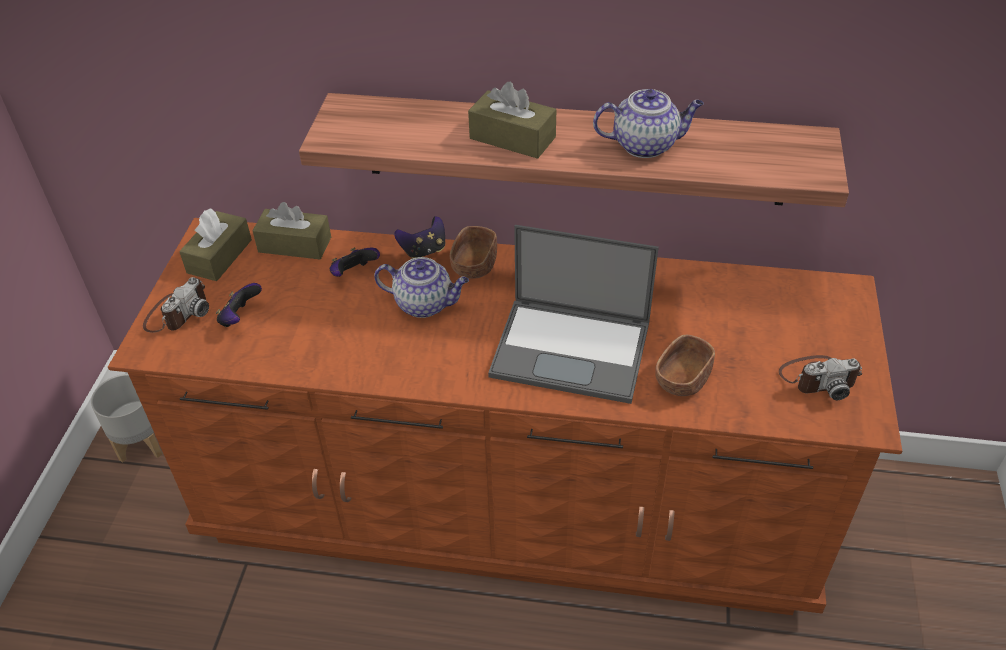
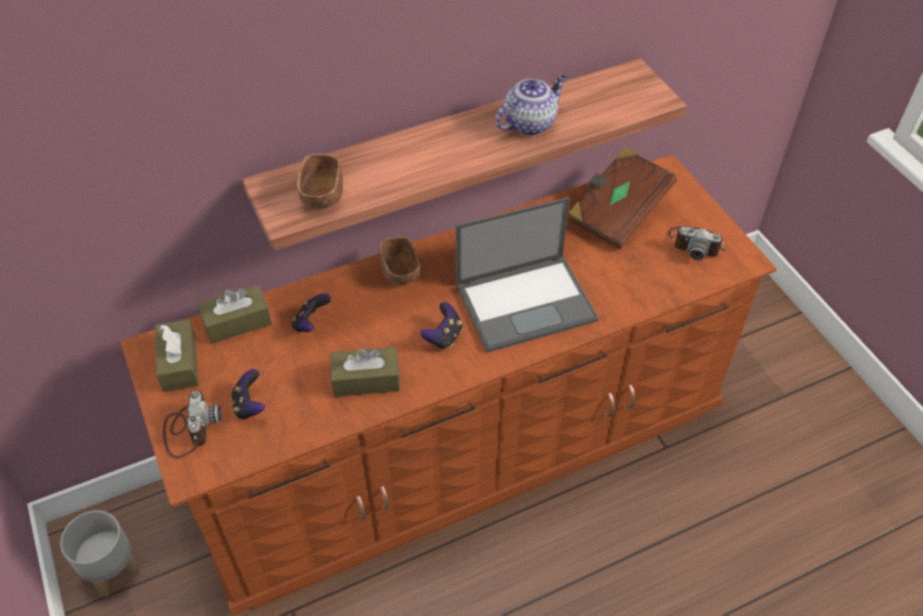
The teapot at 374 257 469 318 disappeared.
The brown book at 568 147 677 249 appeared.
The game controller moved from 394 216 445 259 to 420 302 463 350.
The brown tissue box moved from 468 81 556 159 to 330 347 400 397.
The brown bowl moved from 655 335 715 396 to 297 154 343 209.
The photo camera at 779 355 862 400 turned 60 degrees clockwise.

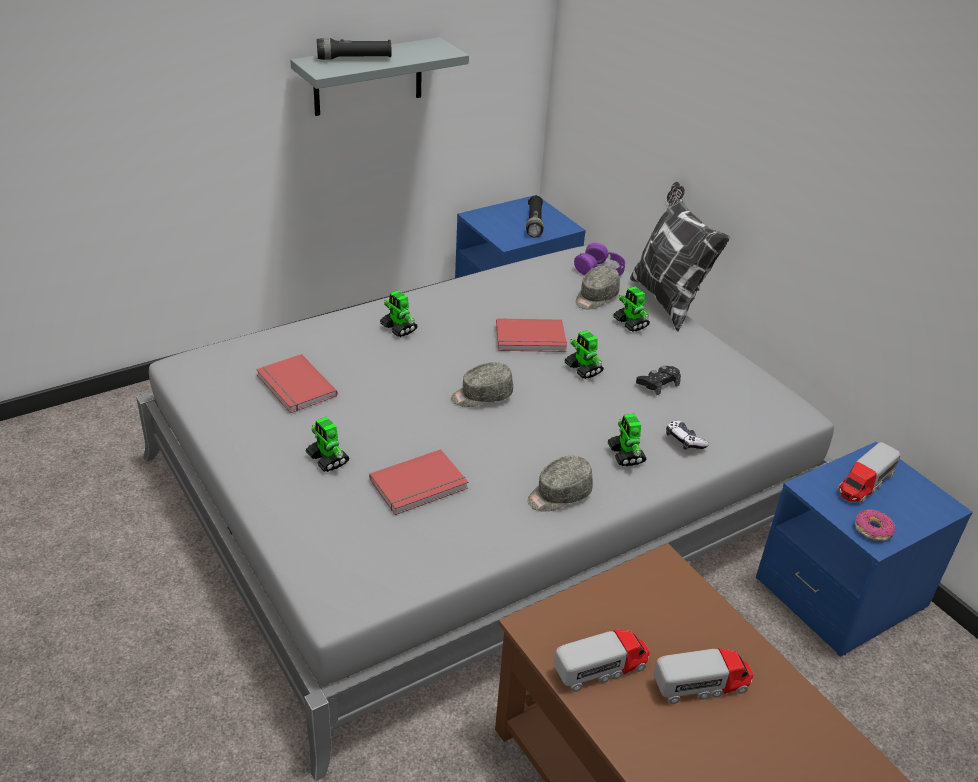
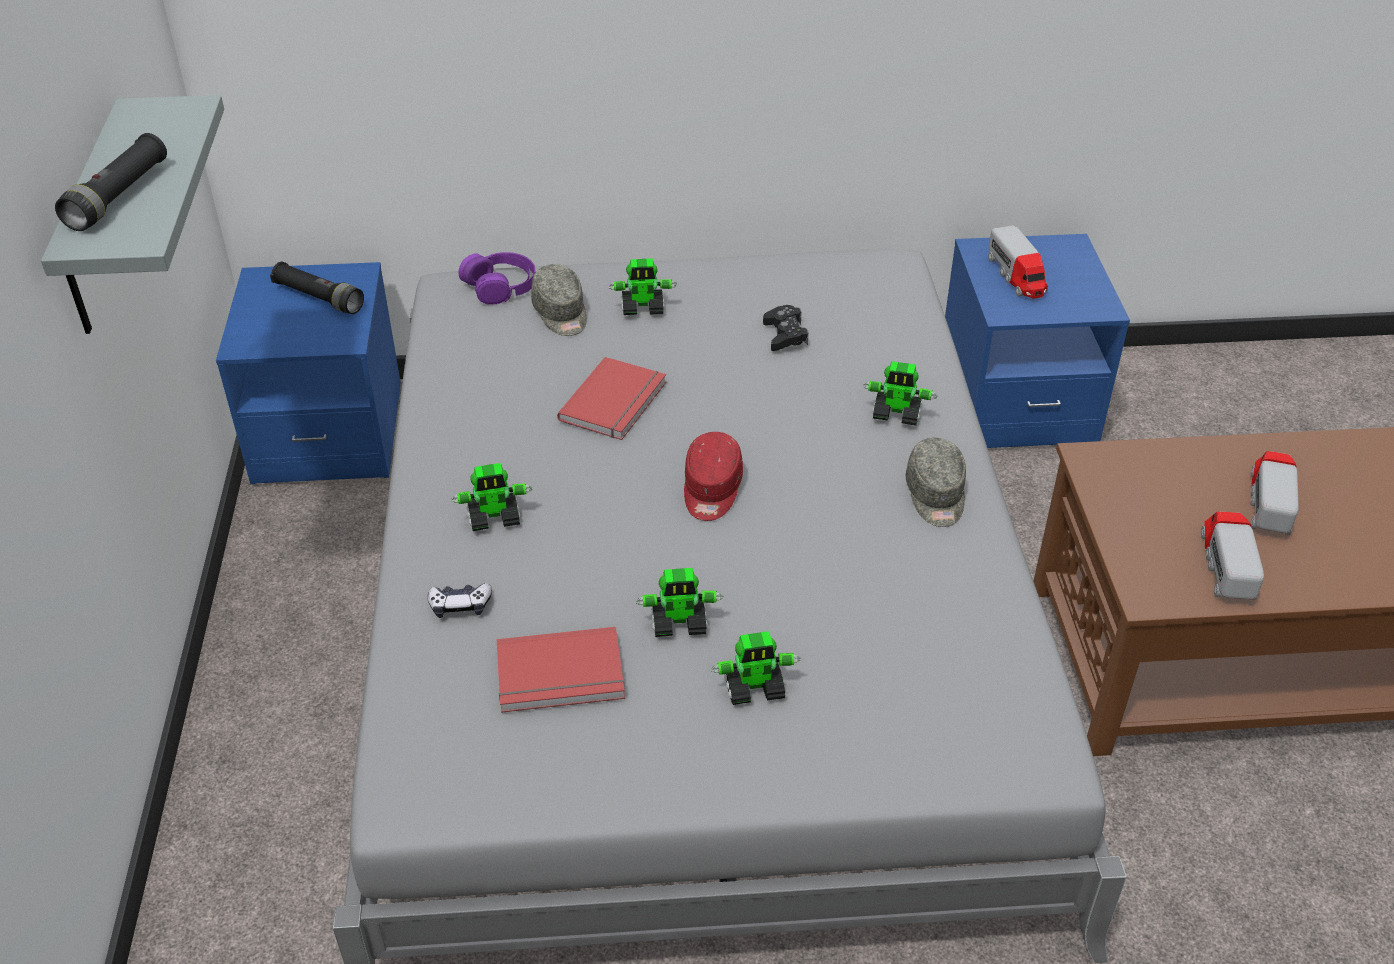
The red book at 369 449 468 515 disappeared.
The pillow at 630 182 730 332 disappeared.
The donut at 855 509 895 541 disappeared.
The toy robot moved from 565 330 604 379 to 636 568 723 637.
The game controller moved from 666 421 709 450 to 428 583 492 618.
The grey cap at 451 362 513 407 became the red cap at 684 432 743 521.

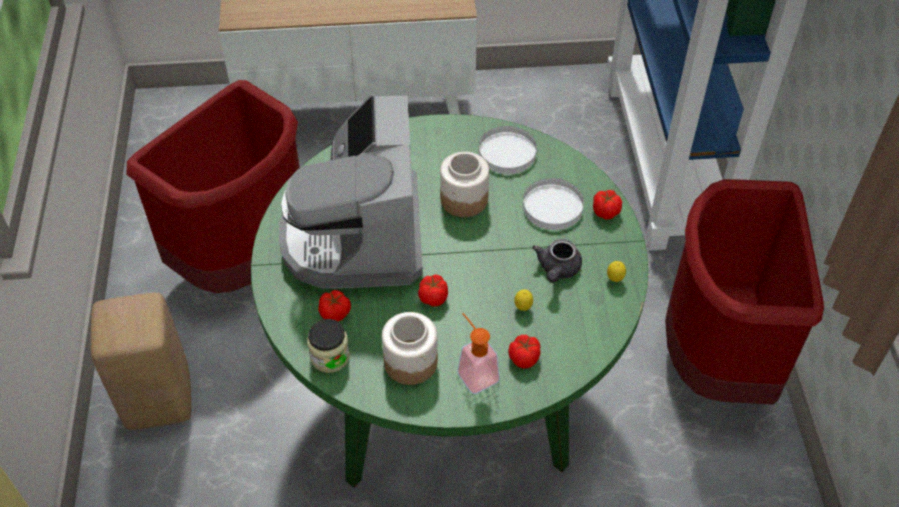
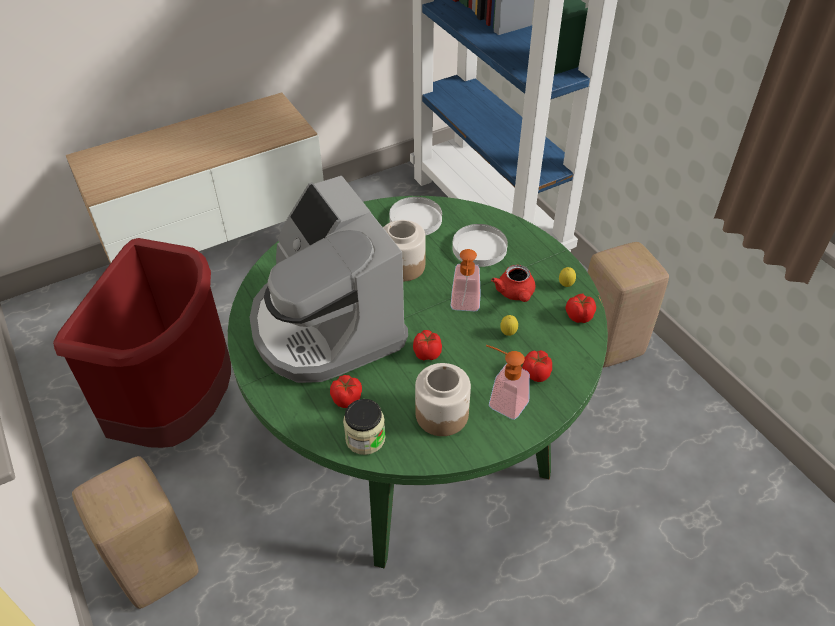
The soap dispenser at 451 249 481 311 appeared.
The tomato moved from 593 190 622 219 to 566 294 596 323.
The red trash can at 665 179 824 405 was replaced by the beige stool at 588 242 669 368.
The grey teapot at 532 239 582 282 became the red teapot at 491 265 535 302.

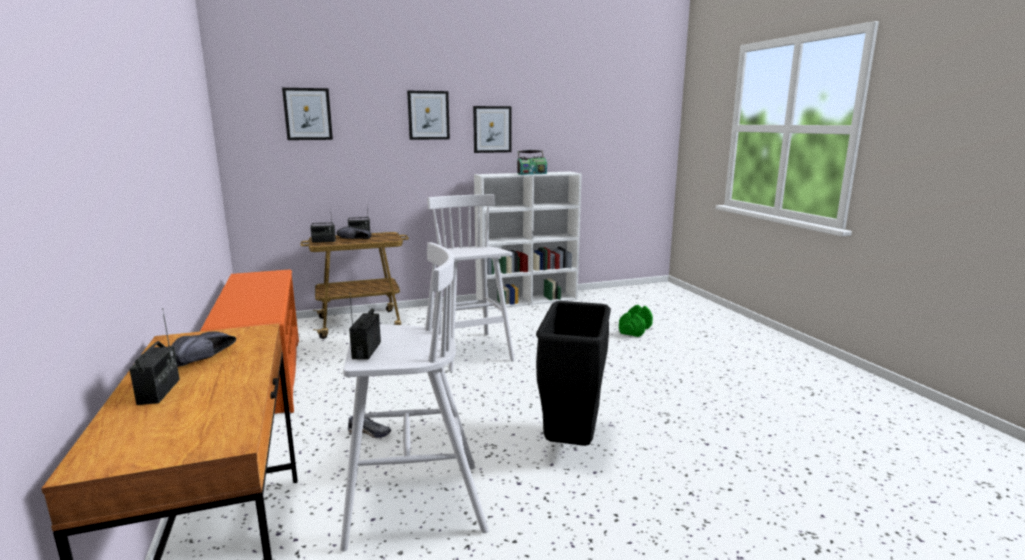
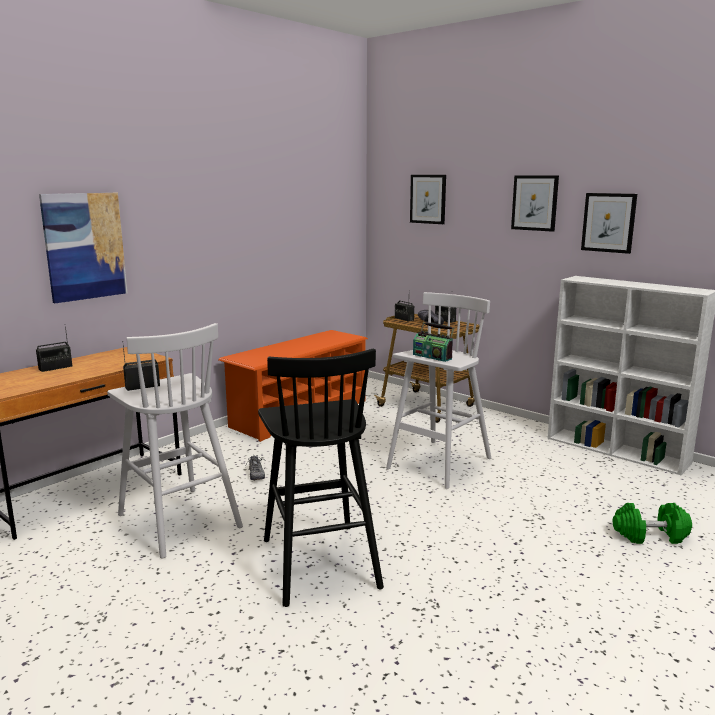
The black shoe at 171 332 236 367 disappeared.
The picture at 39 193 127 303 appeared.
The radio moved from 517 150 547 175 to 413 322 454 362.
The black trash can at 536 301 611 446 was replaced by the black stool at 258 349 384 607.

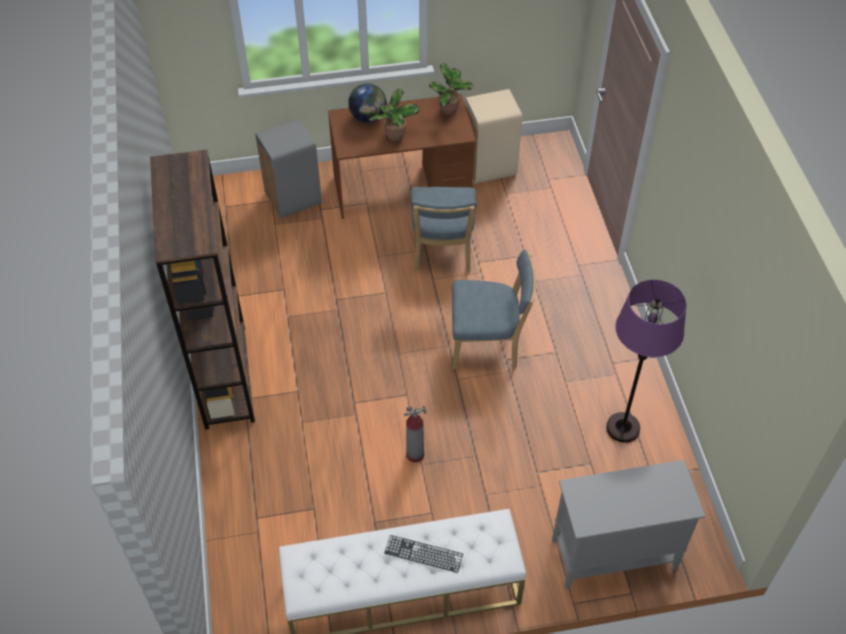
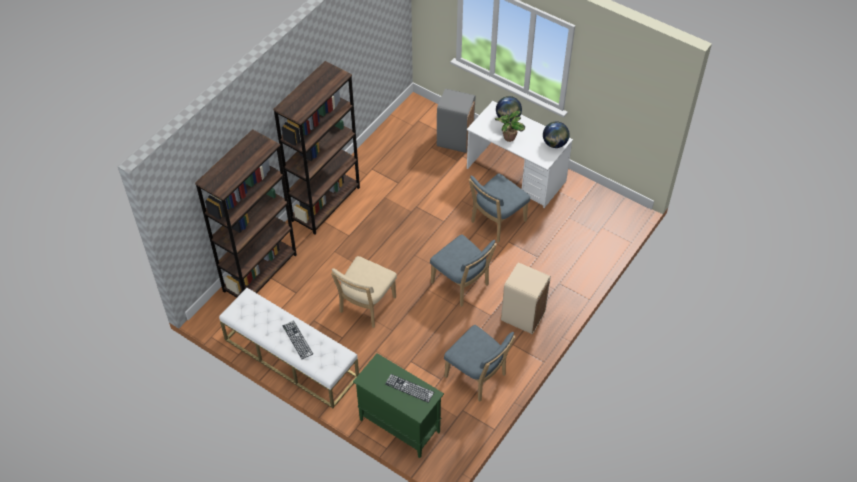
The brown bookcase at 195 129 297 298 appeared.
The keyboard at 385 374 434 403 appeared.
The beige trash can moved from 465 89 522 184 to 501 262 551 334.
The fire extinguisher at 404 406 426 462 was replaced by the beige chair at 331 256 397 328.
The potted plant at 429 63 473 115 was replaced by the globe at 543 121 570 148.
The purple floor lamp at 606 280 686 443 was replaced by the blue chair at 444 325 516 402.
The brown desk at 328 94 476 219 became the white desk at 467 101 573 208.
The grey cabinet at 552 460 706 589 became the green cabinet at 353 353 444 458.

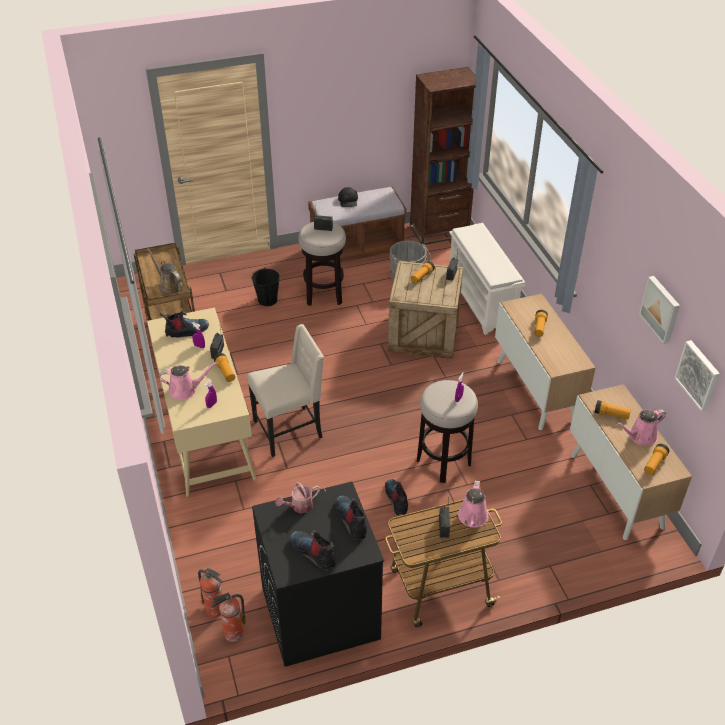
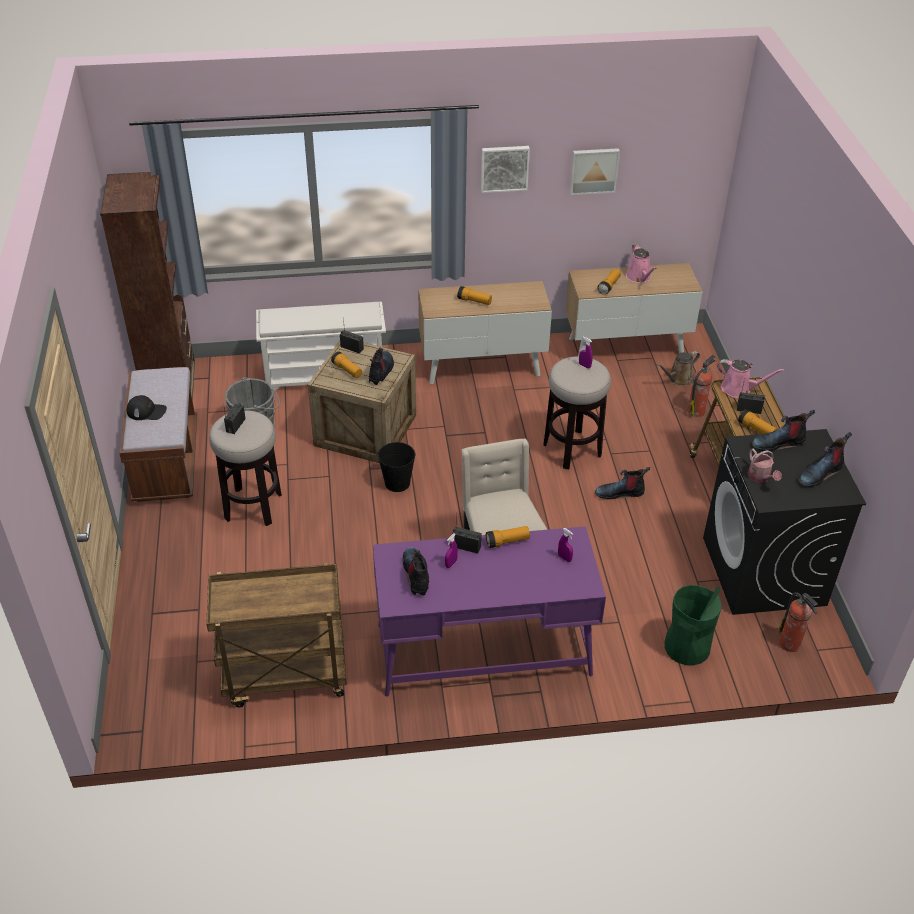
The pink watering can at 159 362 218 400 disappeared.
The boot at 369 348 394 385 appeared.
The green trash can at 664 585 721 665 appeared.
The brown watering can moved from 147 248 183 295 to 657 351 700 386.
The fire extinguisher moved from 198 568 223 618 to 688 355 716 417.
The black bucket moved from 251 267 280 306 to 377 442 416 492.
The flashlight moved from 644 444 669 475 to 738 409 777 434.
The picture moved from 675 340 720 412 to 481 146 530 193.
The beige desk at 147 308 256 497 became the purple desk at 373 526 606 696.

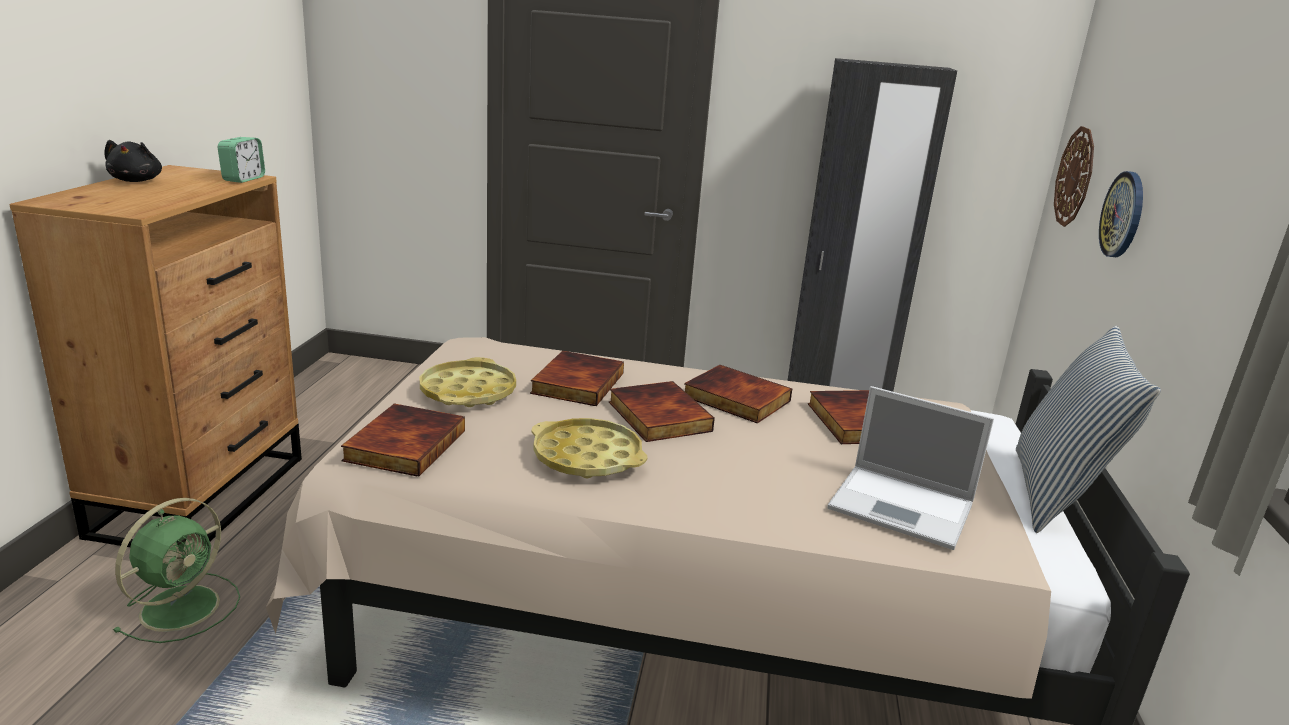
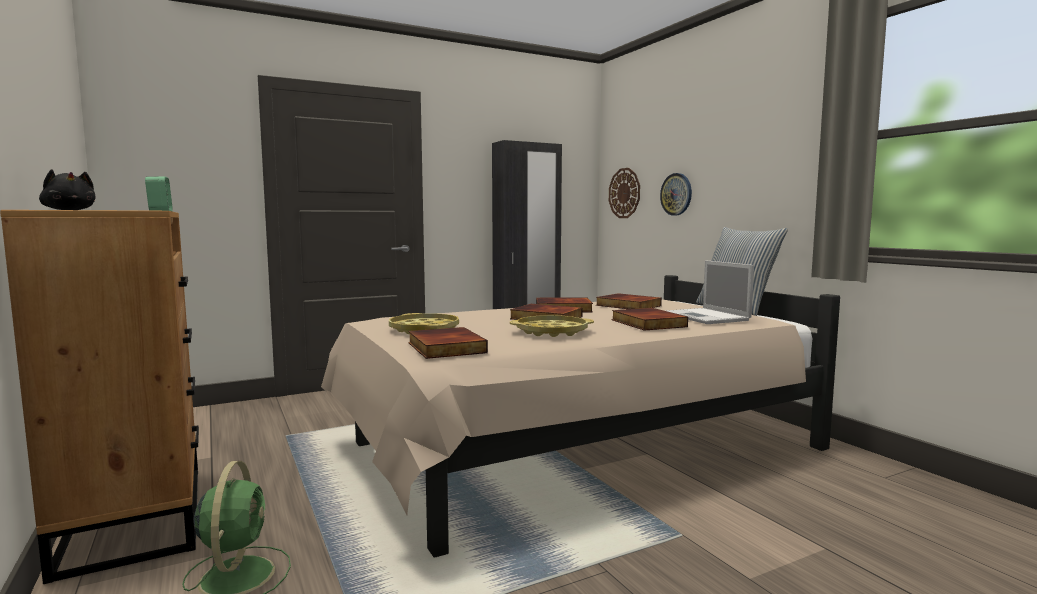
The book moved from 530 351 624 406 to 612 308 688 331.
The laptop at 827 386 994 550 turned 75 degrees clockwise.

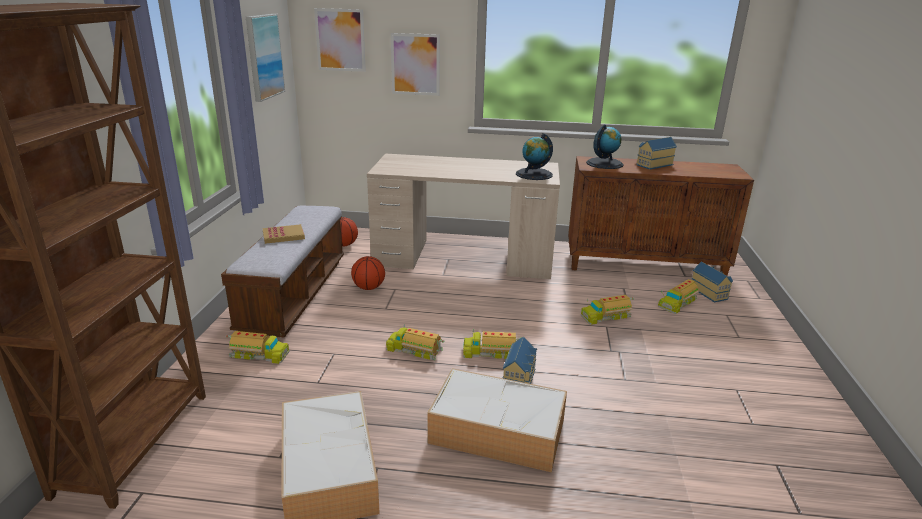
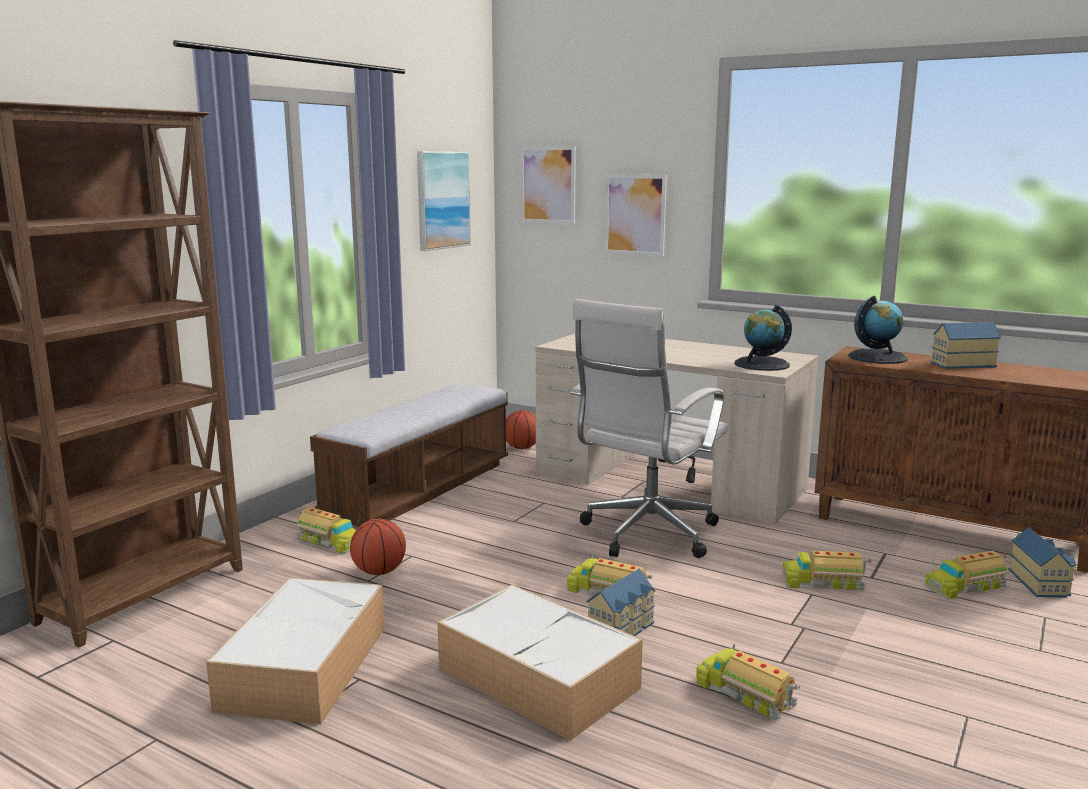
The book at 262 224 305 244 disappeared.
The white office chair at 571 299 728 558 appeared.
The basketball moved from 351 256 385 290 to 350 519 406 575.
The toy truck moved from 386 324 445 360 to 696 644 800 720.

